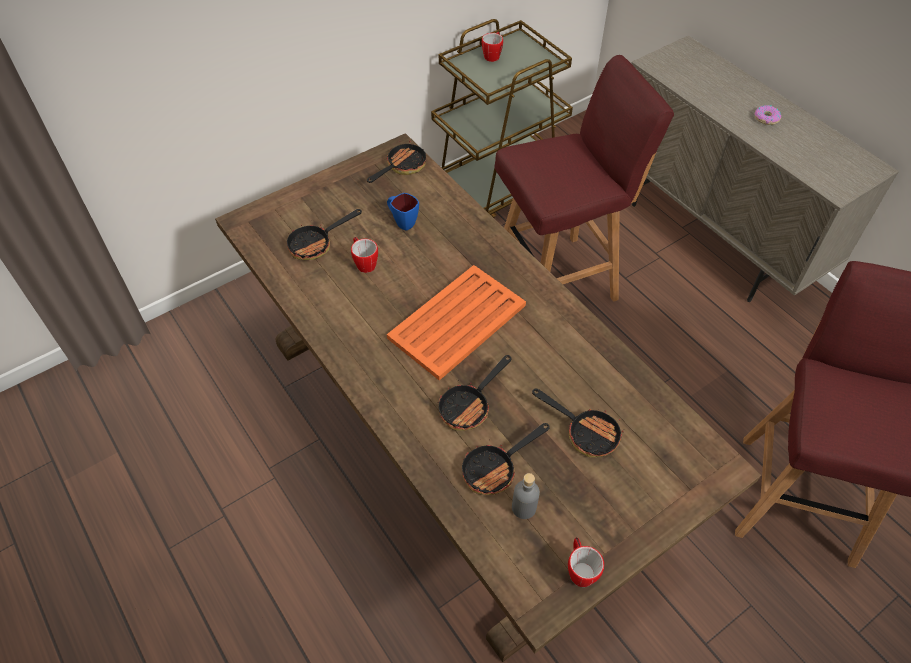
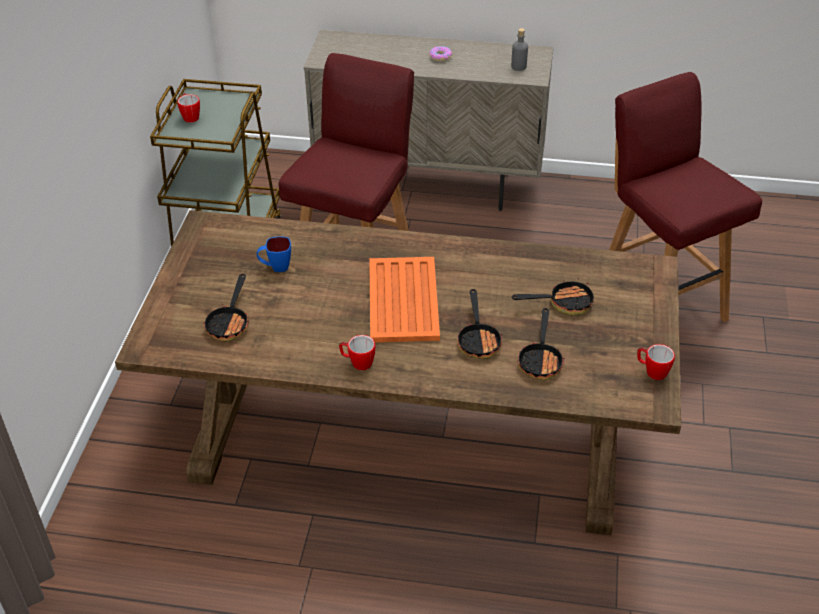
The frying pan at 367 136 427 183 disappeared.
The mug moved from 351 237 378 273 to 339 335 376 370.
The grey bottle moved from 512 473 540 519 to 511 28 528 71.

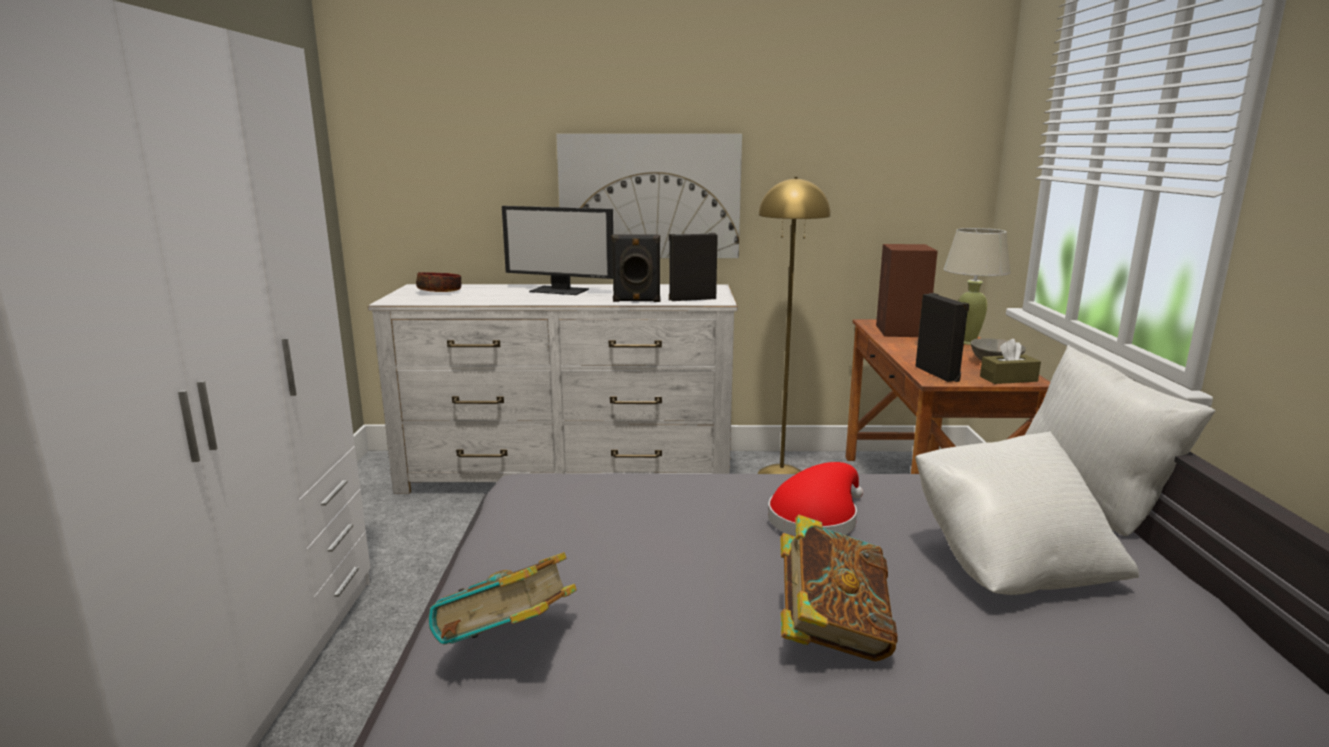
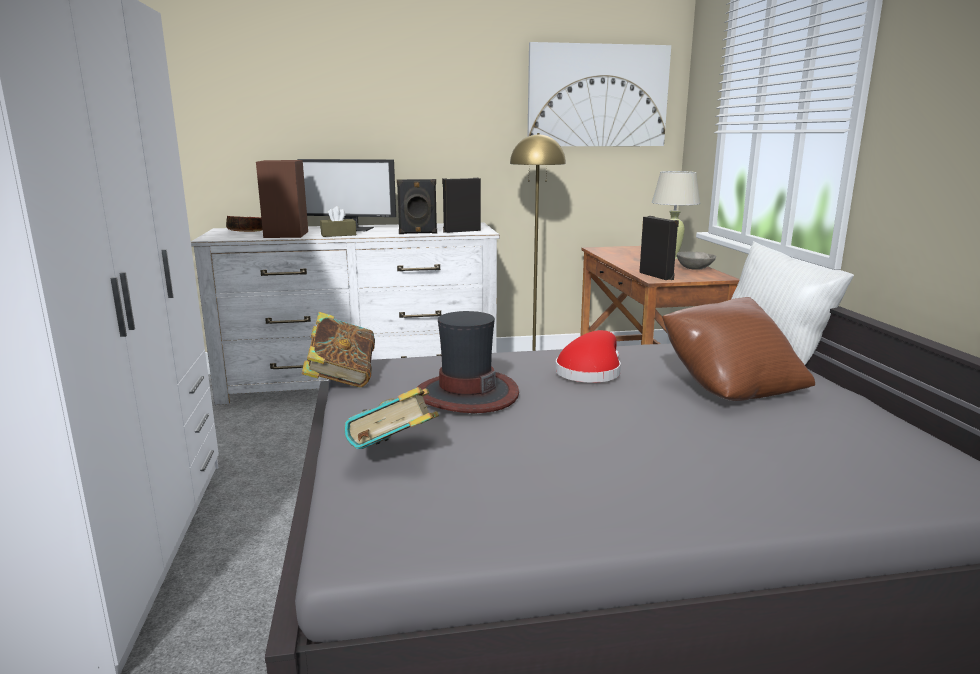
The hat at 417 311 519 413 appeared.
The picture moved from 556 134 742 258 to 528 42 671 146.
The book moved from 781 514 898 661 to 301 312 375 387.
The brown speaker moved from 876 244 938 337 to 256 160 308 238.
The brown tissue box moved from 980 339 1041 384 to 320 206 356 237.
The white pillow at 915 431 1139 595 became the brown pillow at 662 297 815 401.

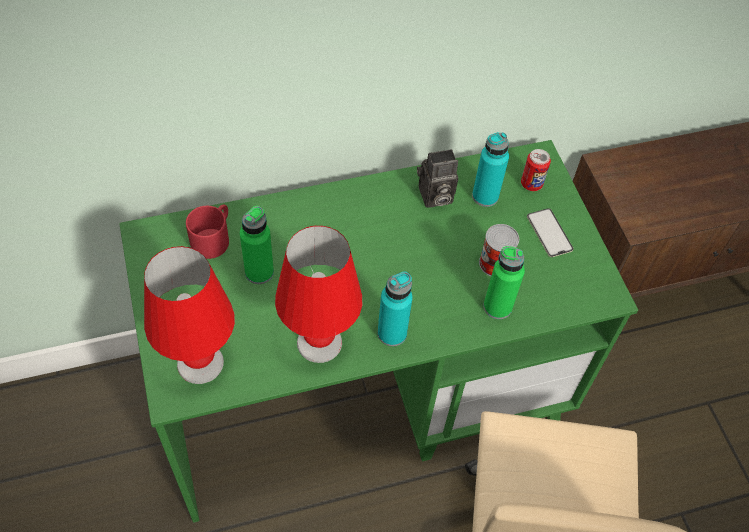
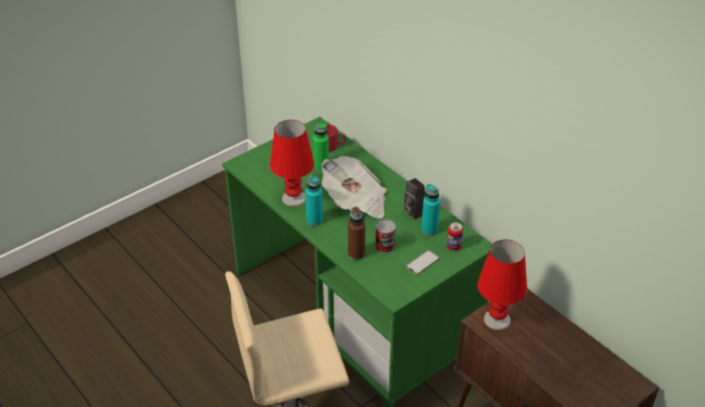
The newspaper at 321 156 387 219 appeared.
The red table lamp moved from 144 246 235 384 to 477 240 527 330.
The green bottle at 483 246 525 319 became the brown bottle at 348 207 365 260.

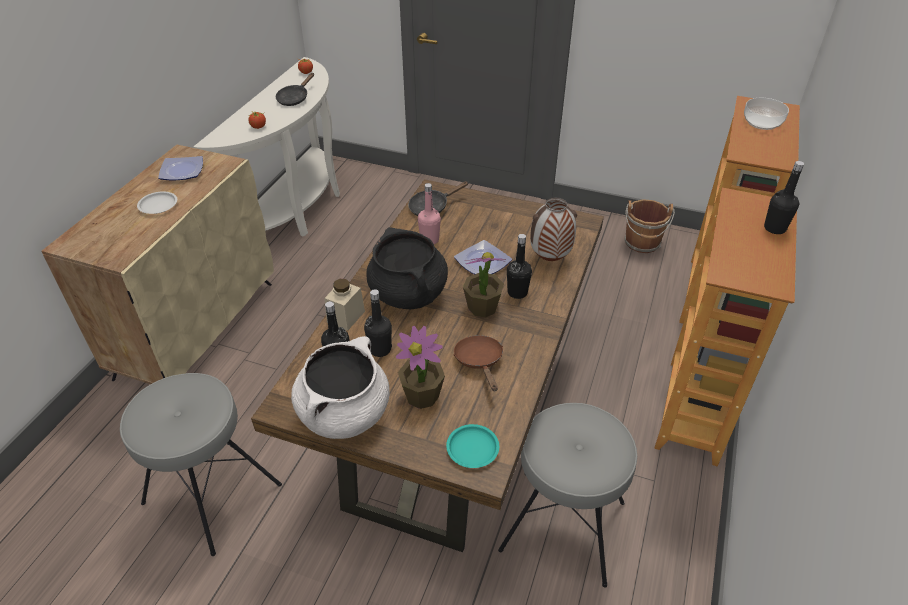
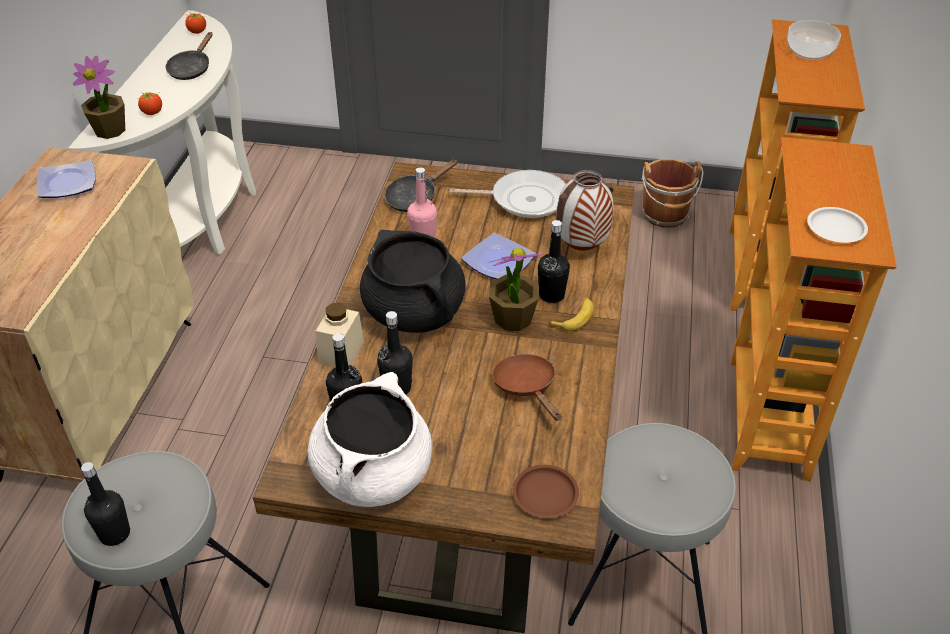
The frying pan at 450 170 566 218 appeared.
The banana at 549 297 594 331 appeared.
The white plate moved from 137 191 177 214 to 807 207 868 243.
The potted plant moved from 396 326 445 409 to 72 56 125 139.
The black bottle moved from 764 161 804 234 to 81 462 130 546.
The turquoise plate at 446 424 499 468 became the brown plate at 513 465 579 518.

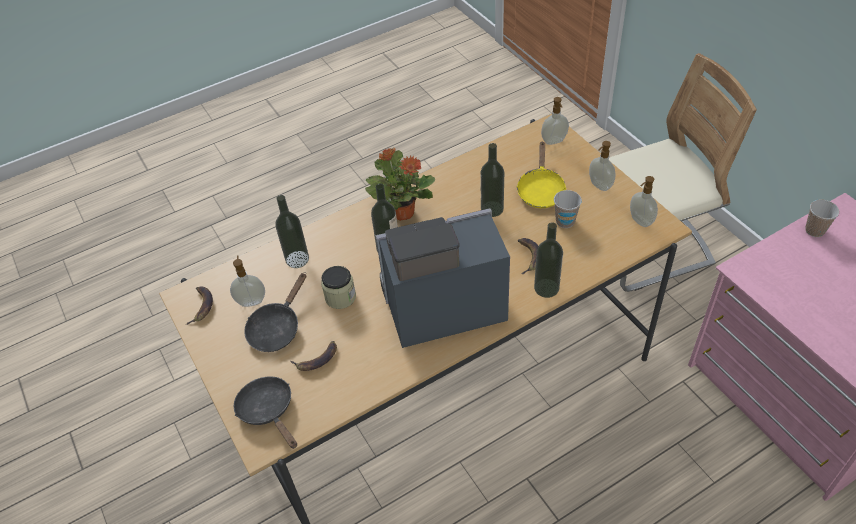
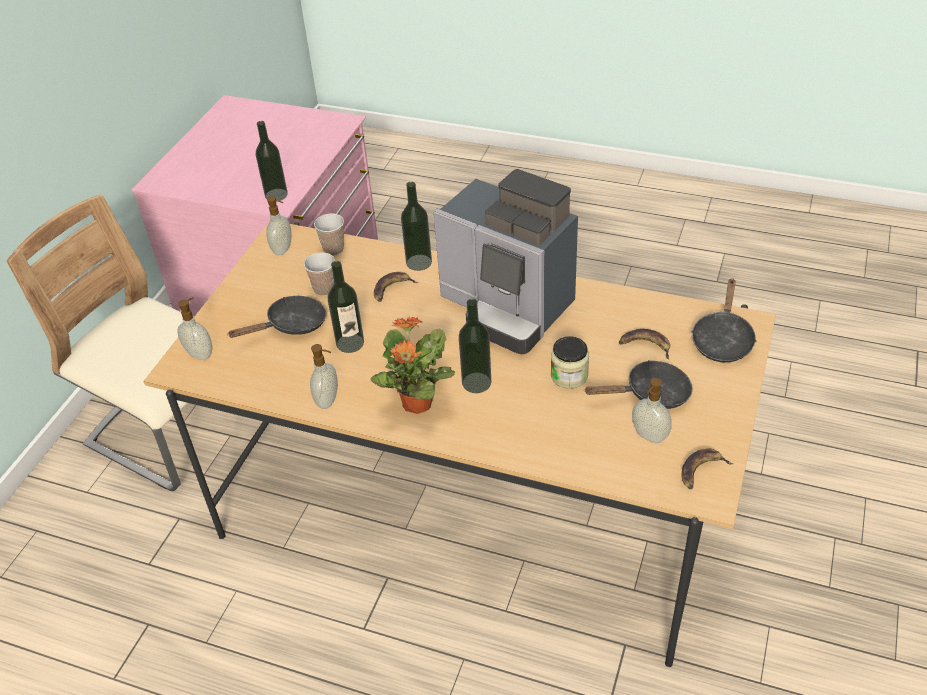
The bottle moved from 275 195 309 268 to 256 121 288 202.
The soap dispenser moved from 589 141 615 191 to 310 344 338 409.
The cup moved from 805 200 839 237 to 314 213 344 256.
The yellow frying pan at 516 141 567 208 became the black frying pan at 227 296 326 338.

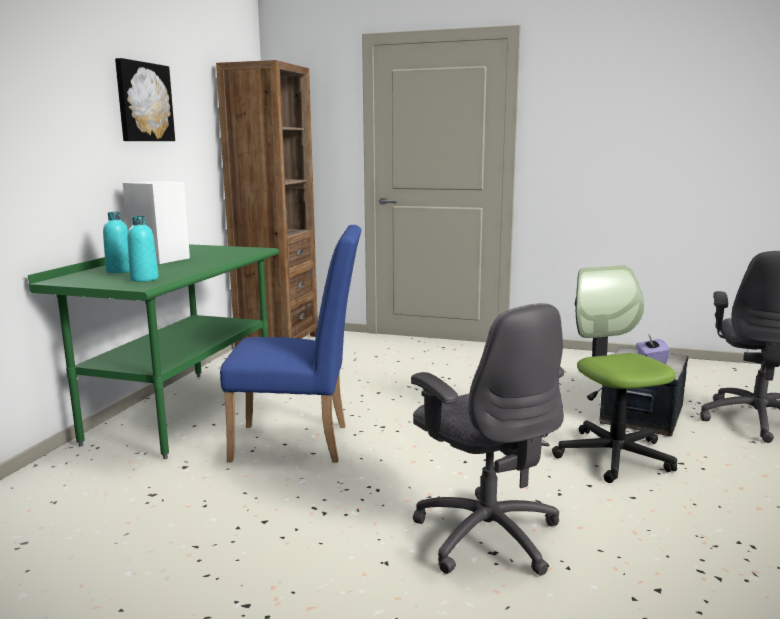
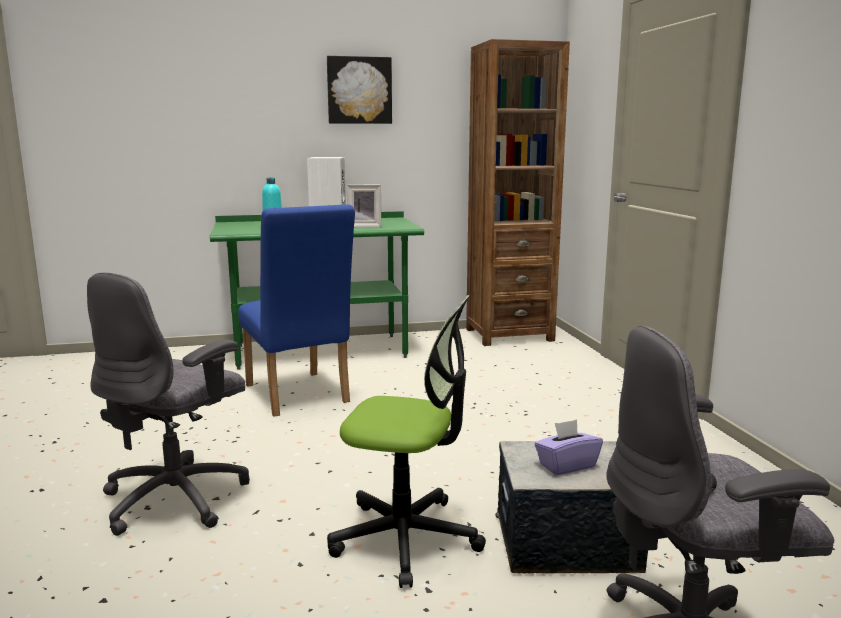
The turquoise bottle at 127 216 159 282 disappeared.
The picture frame at 347 185 381 227 appeared.
The office chair at 552 266 677 483 turned 60 degrees clockwise.

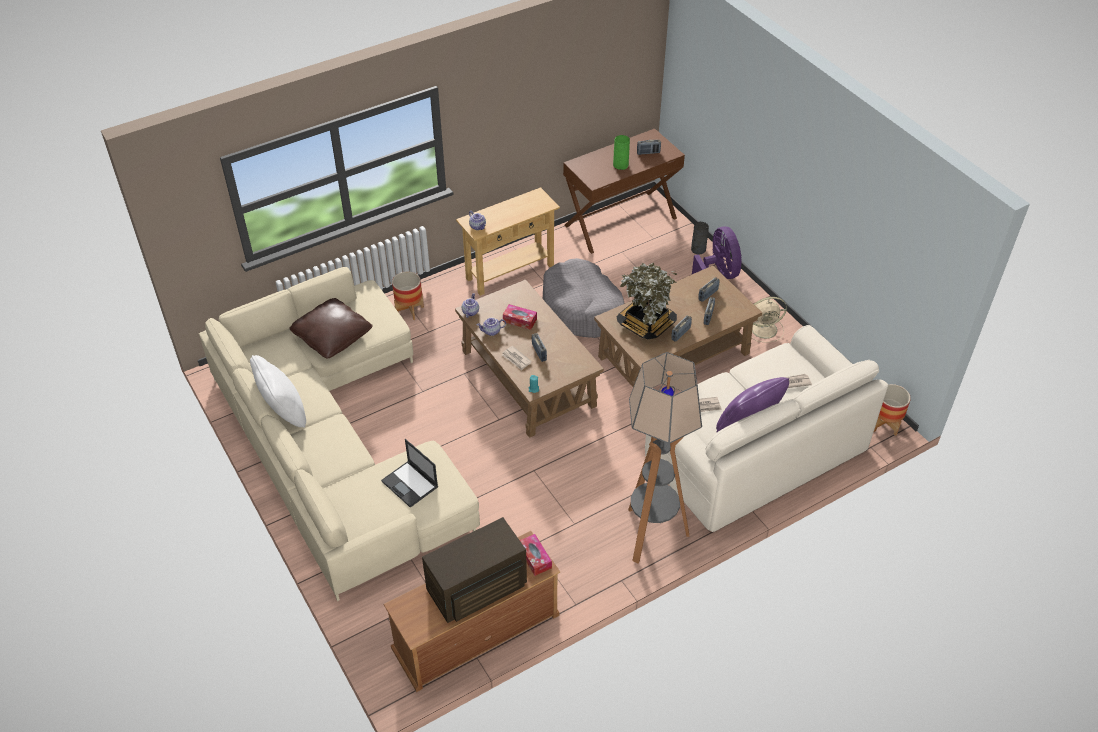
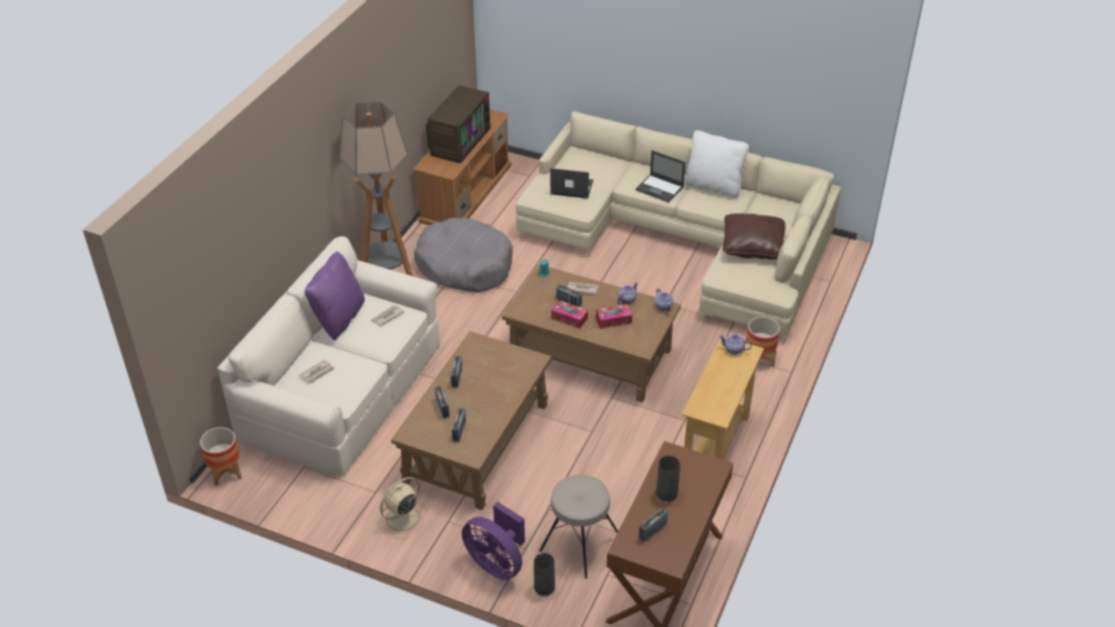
The potted plant at 617 262 677 339 disappeared.
The beige stool at 539 475 618 579 appeared.
The laptop at 636 150 686 202 appeared.
The tissue box moved from 520 534 552 576 to 551 300 588 328.
The grey dog bed moved from 543 258 625 338 to 414 218 513 292.
The green vase at 613 135 630 170 became the grey vase at 656 456 680 502.

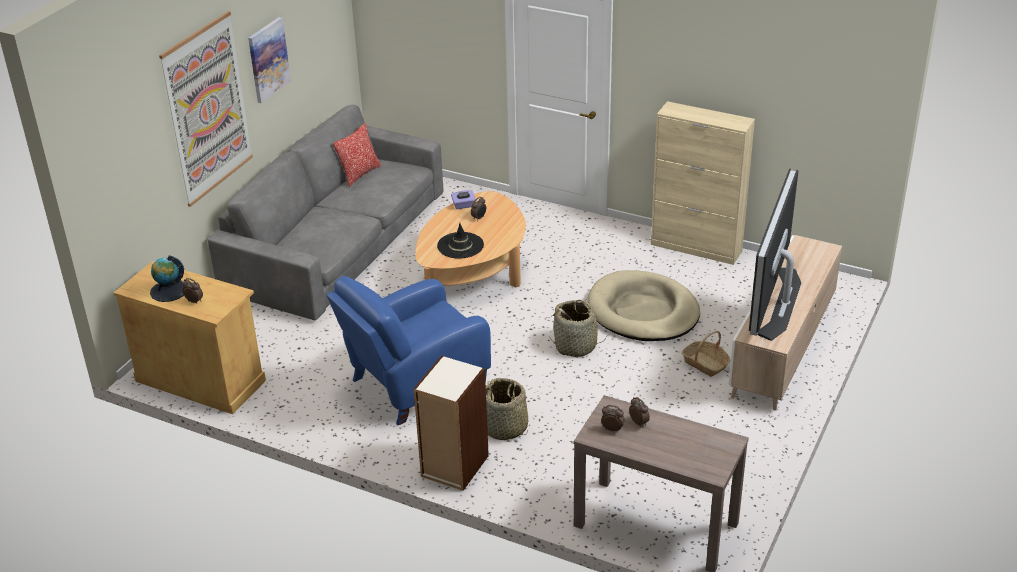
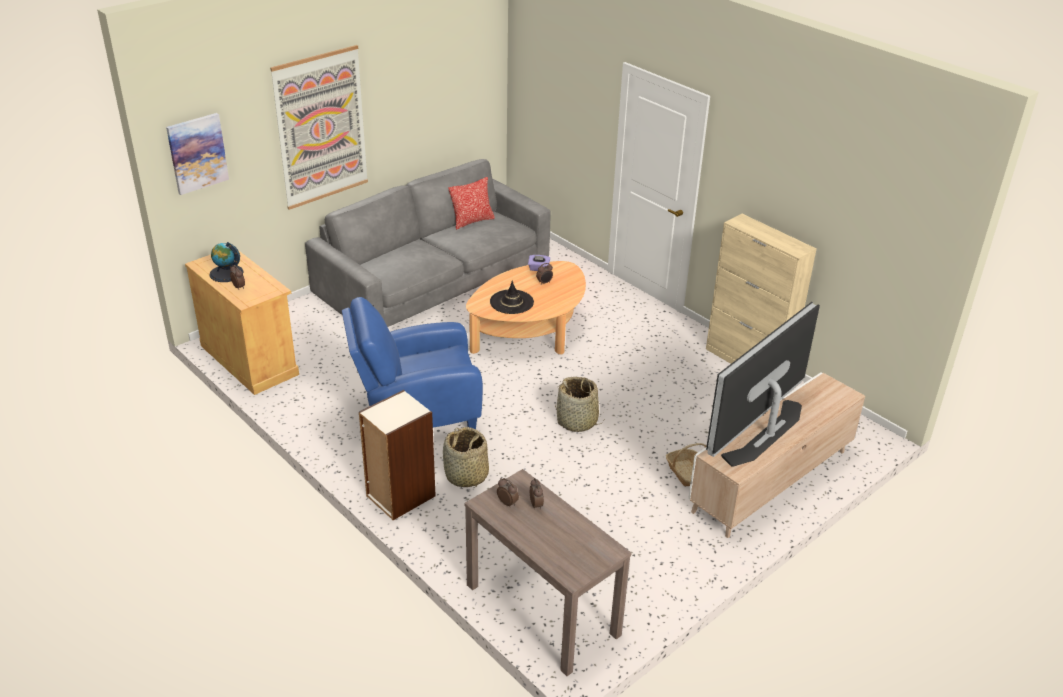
The beige dog bed at 588 270 700 341 disappeared.
The picture moved from 248 17 291 103 to 166 113 229 195.

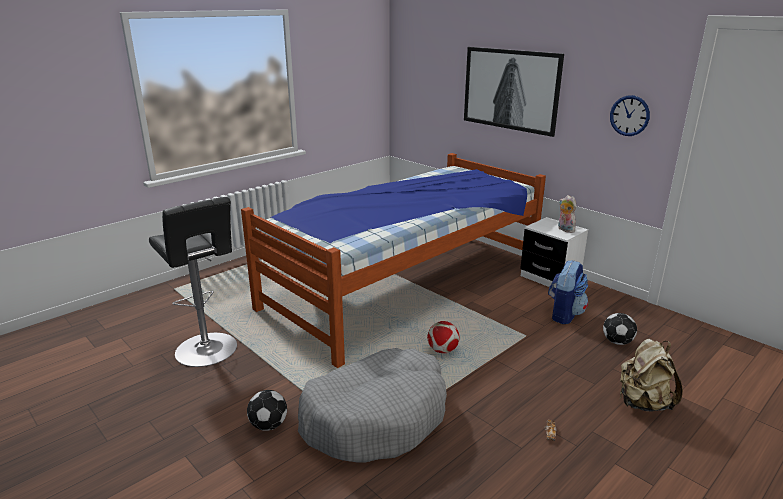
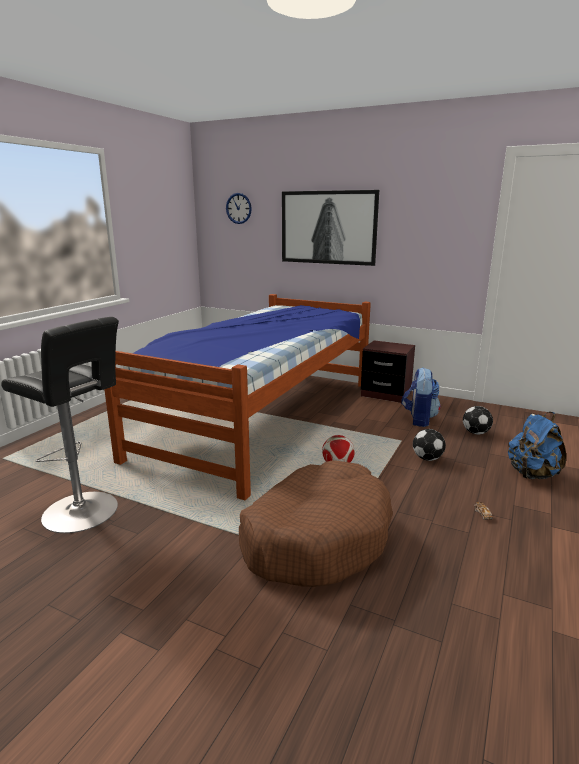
The plush toy at 558 195 576 233 disappeared.
The football moved from 247 390 287 431 to 413 429 446 461.
The wall clock moved from 610 95 650 136 to 226 193 252 224.
The grey dog bed at 298 348 447 463 became the brown dog bed at 239 460 393 587.
The white nightstand at 520 217 588 288 became the brown nightstand at 361 341 415 403.
The beige backpack at 620 339 683 412 became the blue backpack at 508 412 566 479.

